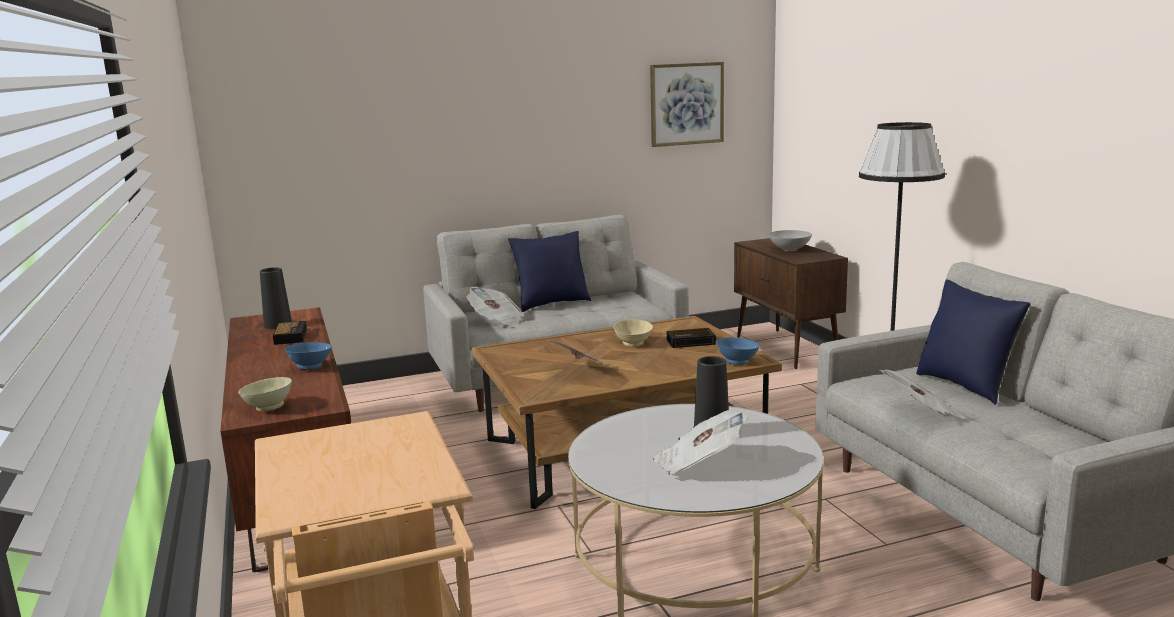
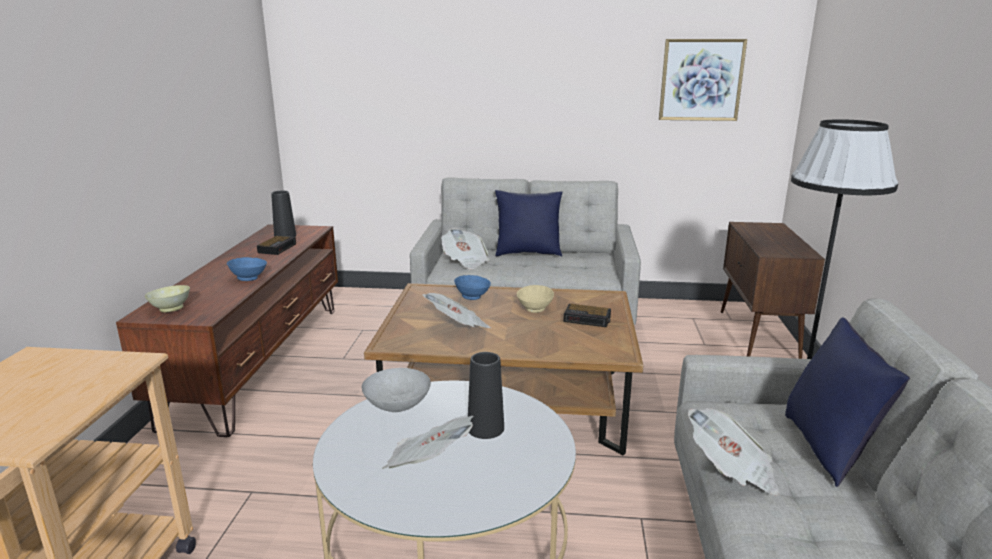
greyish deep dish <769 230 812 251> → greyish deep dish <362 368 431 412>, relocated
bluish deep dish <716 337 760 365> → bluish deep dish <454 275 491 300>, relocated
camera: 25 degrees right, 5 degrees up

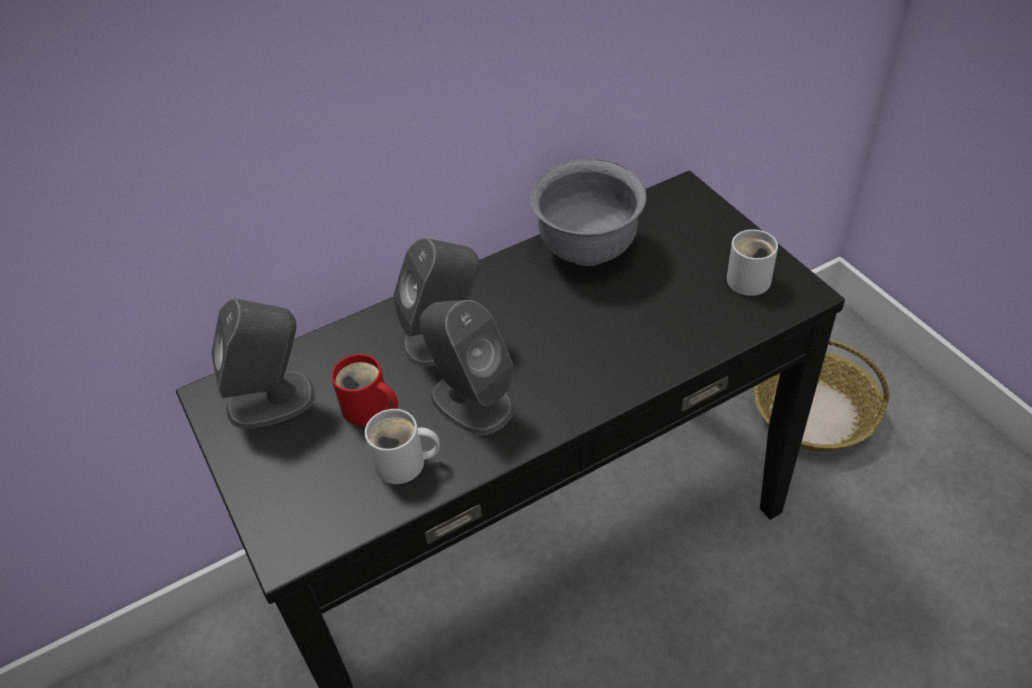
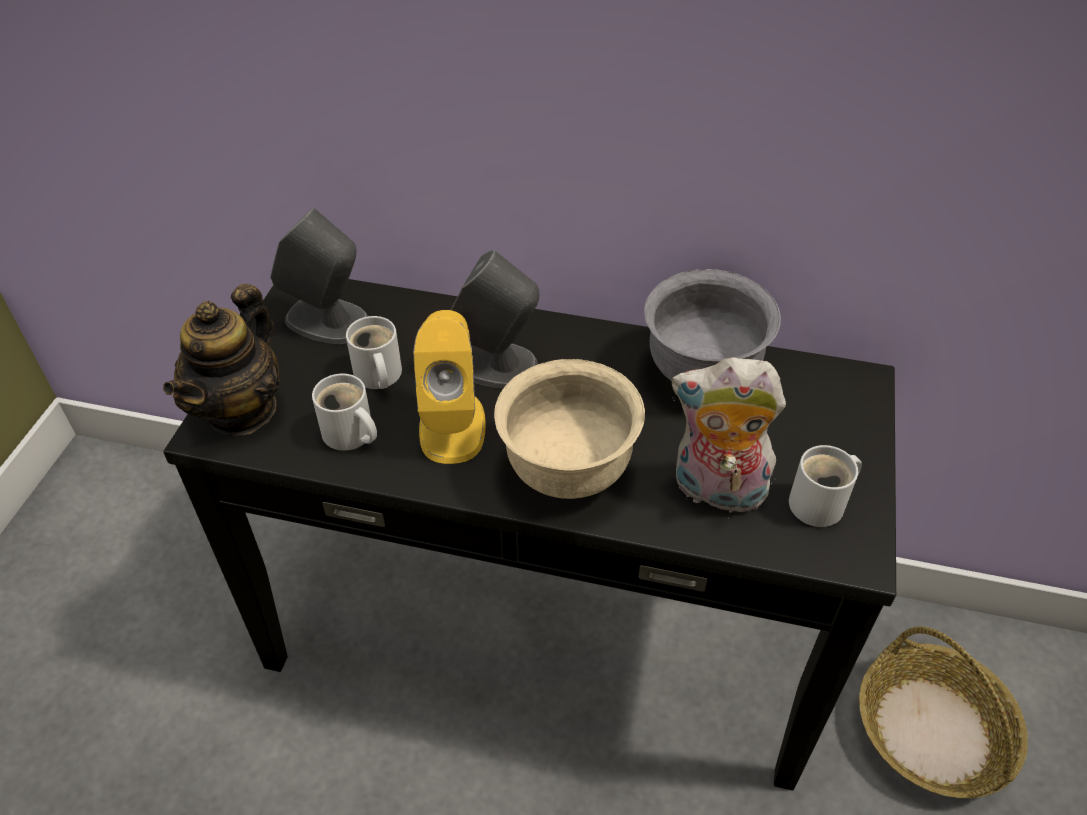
greyish audio speaker <420 300 514 435> → yellowish audio speaker <413 310 486 464>
red tea mug <331 354 398 426> → whitish tea mug <346 316 402 389>
- → pot for tea <163 284 280 436>
- → soft toy <672 357 786 519>
- → beige deep dish <494 359 645 499>
camera: 40 degrees right, 0 degrees up

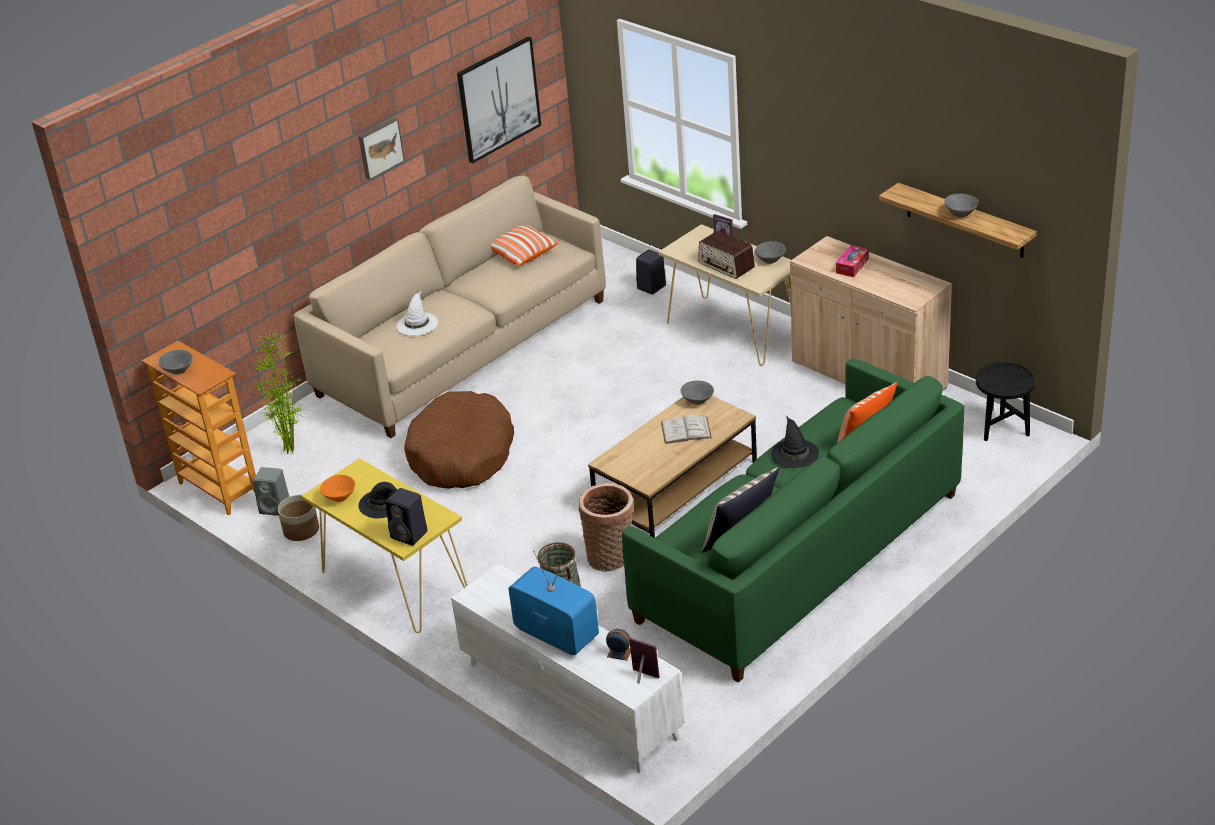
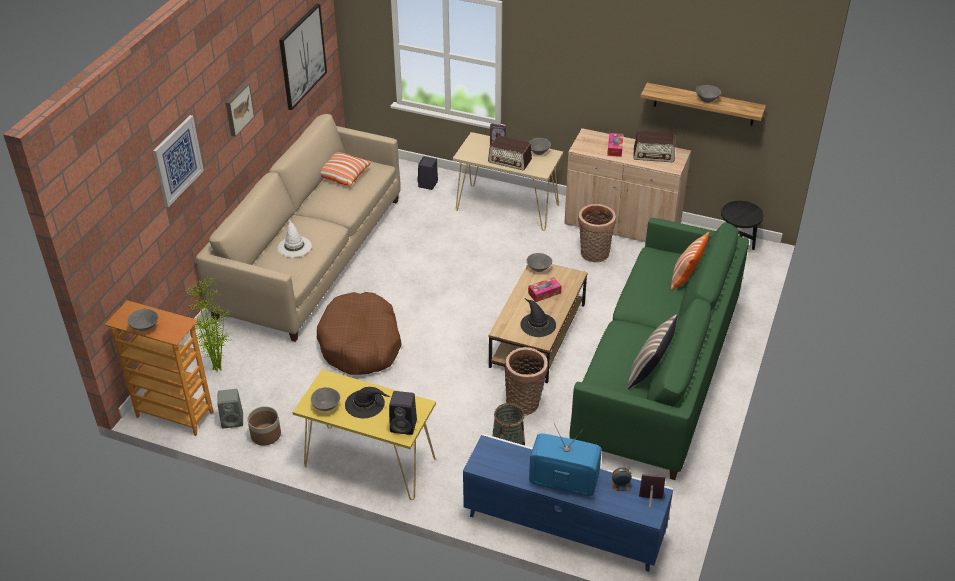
whitish bound book <661 414 712 444> → box of tissues <528 277 561 302>
blackish hat <771 417 819 468> → blackish hat <520 298 556 337>, relocated
orange-coloured deep dish <320 475 355 502> → greyish deep dish <311 387 340 411>
whitish tv unit <451 564 684 773> → bluish tv unit <463 434 673 572>
- → picture <153 115 204 207>
- → radio receiver <633 131 674 162>
- → basket <578 204 616 263>
camera: 25 degrees left, 5 degrees up

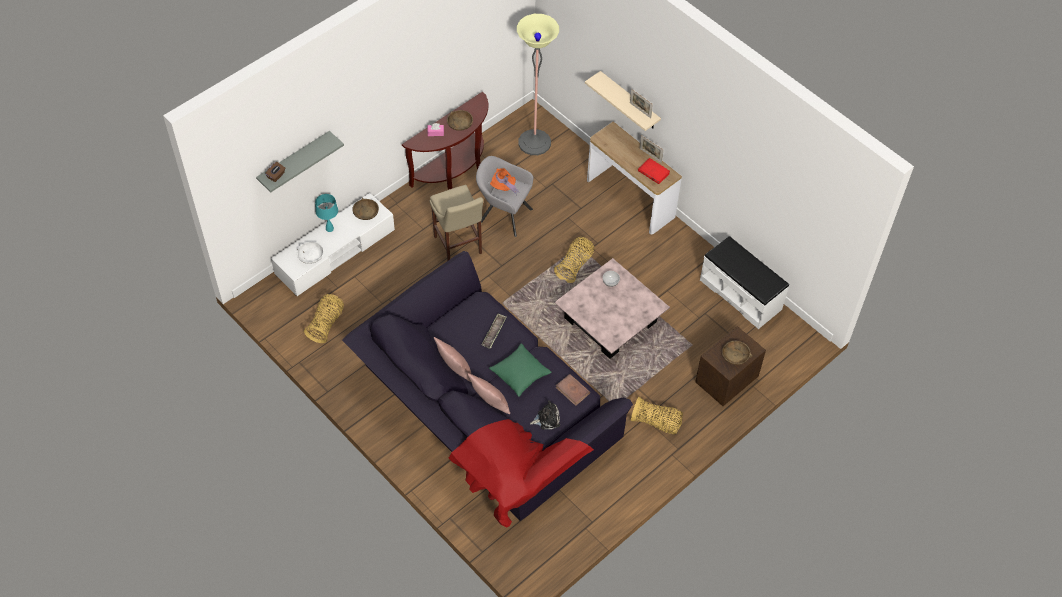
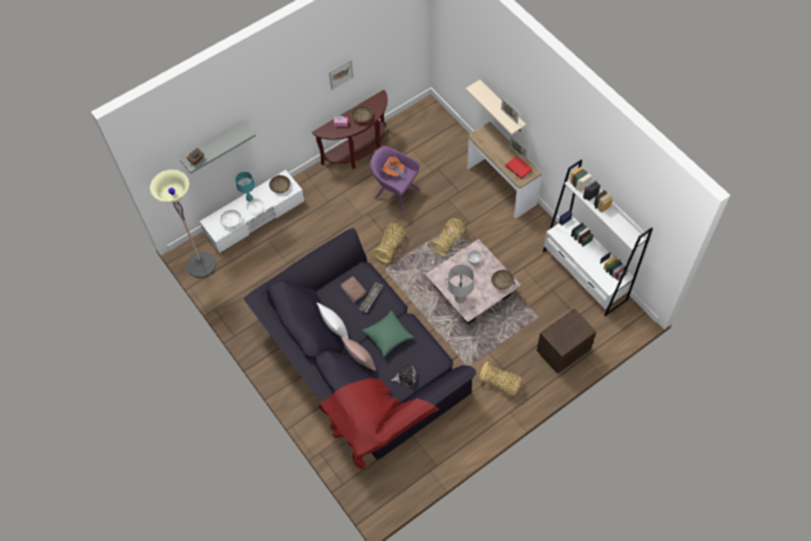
standing lamp <517 14 559 155> → standing lamp <150 170 216 278>, relocated
greyish lounge chair <476 156 533 237> → purple-coloured lounge chair <370 146 420 213>
beige sitting stool <430 185 483 261> → -
whitish long seat <700 236 789 329> → whitish shelving unit <543 160 653 316>
basket <304 294 344 343> → basket <373 223 405 262>, relocated
pink throw pillow <434 337 471 382> → whitish throw pillow <317 303 349 339>
brown deep dish <722 341 753 365> → brown deep dish <491 270 515 290>, relocated
brown bound book <556 374 590 406> → brown bound book <340 276 367 302>, relocated
- → picture <329 59 353 90>
- → greyish lamp for a table <448 264 474 303>
camera: 10 degrees right, 5 degrees up

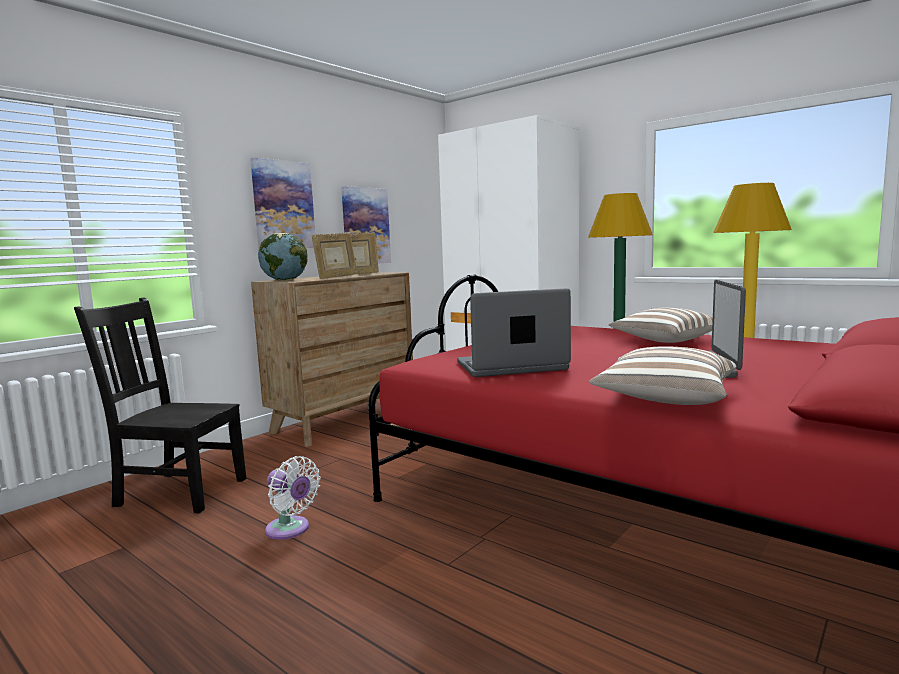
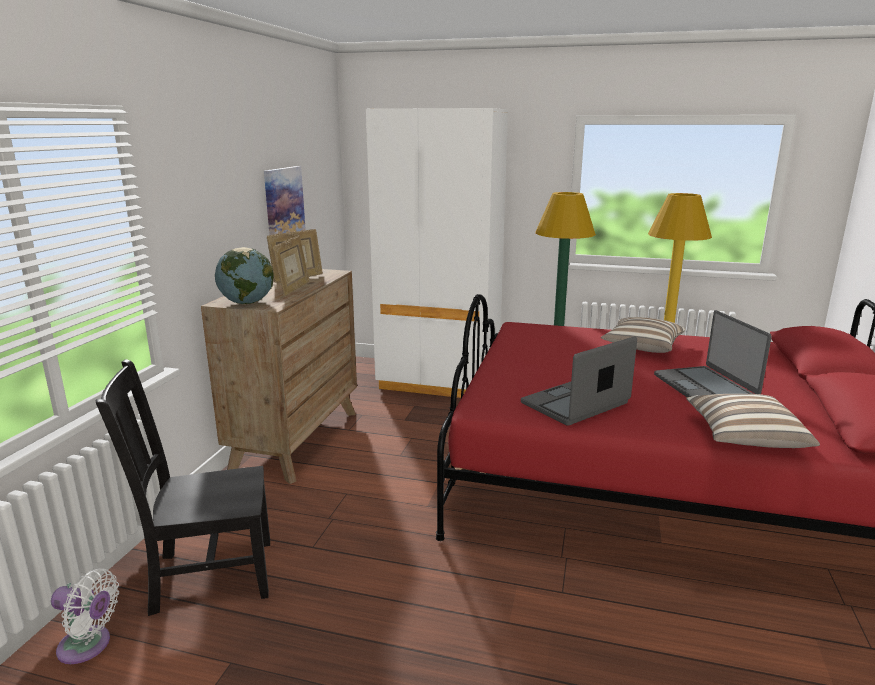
picture <250 157 315 249> → -
whitish electric fan <265 456 321 540> → whitish electric fan <51 568 119 664>, relocated
camera: 25 degrees left, 10 degrees up

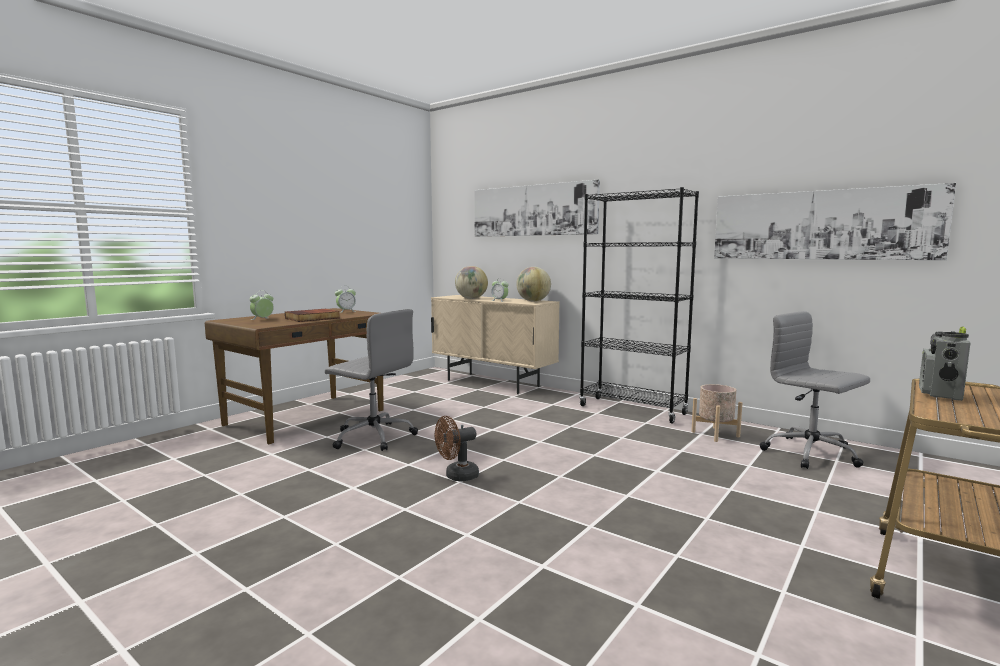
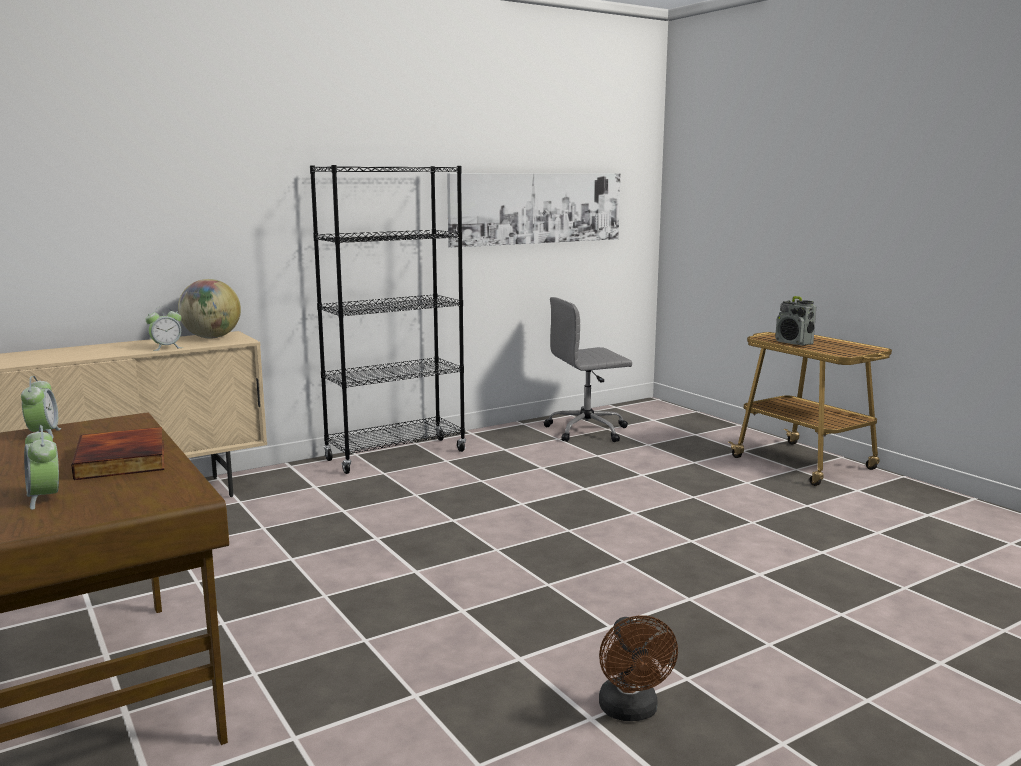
picture <474 180 600 237> → -
desk globe <455 266 488 299> → -
greyish office chair <325 309 418 451> → -
beige planter <691 384 742 442> → -
brown electric fan <435 416 479 481> → brown electric fan <599 615 678 721>, relocated
camera: 70 degrees left, 5 degrees up

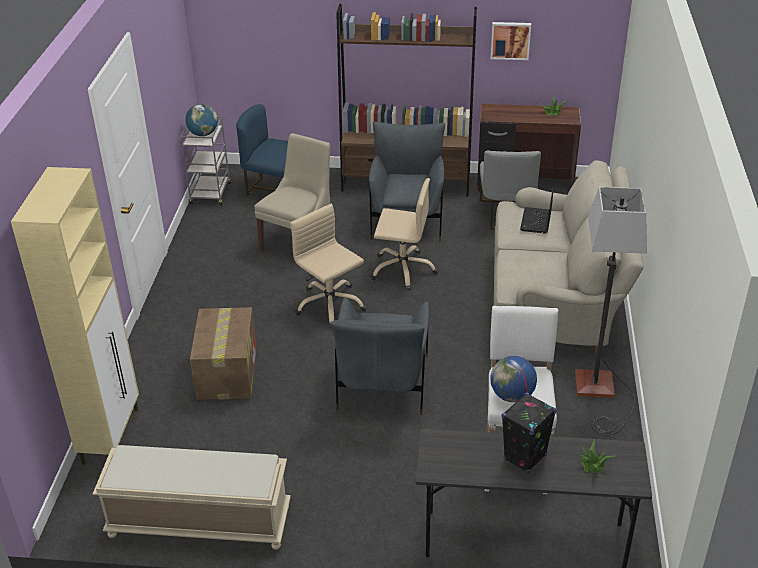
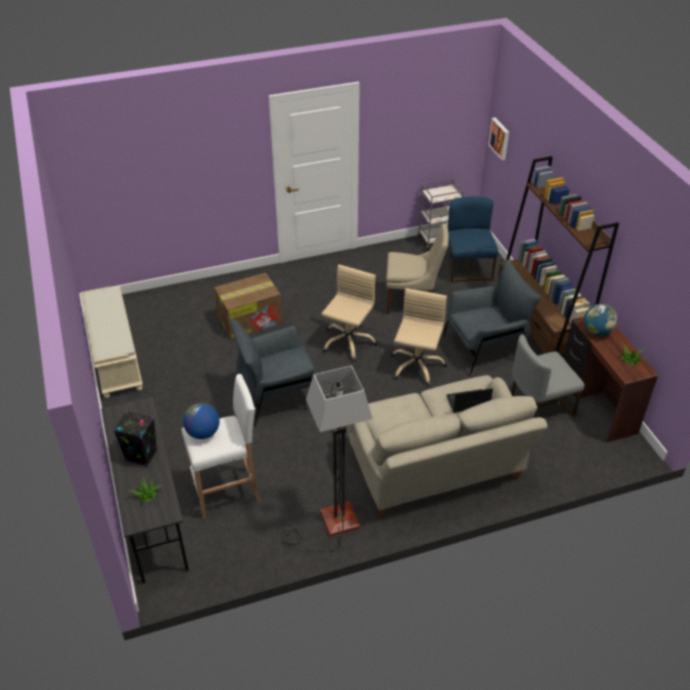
picture <491 22 531 60> → picture <488 118 509 160>, relocated
desk globe <185 104 218 136> → desk globe <584 304 617 336>, relocated
beige storage cabinet <11 167 139 465> → -
beige office chair <370 178 438 291> → beige office chair <390 288 447 386>, 150 degrees counterclockwise
camera: 65 degrees right, 5 degrees up

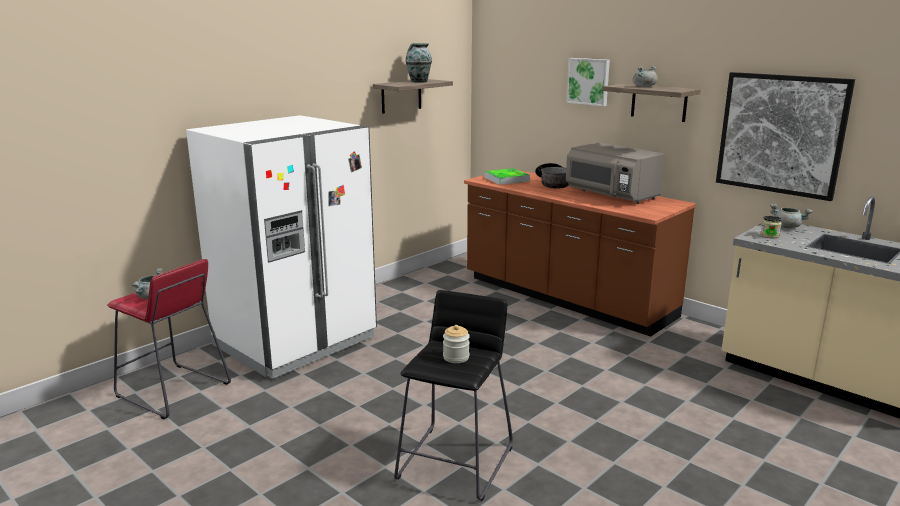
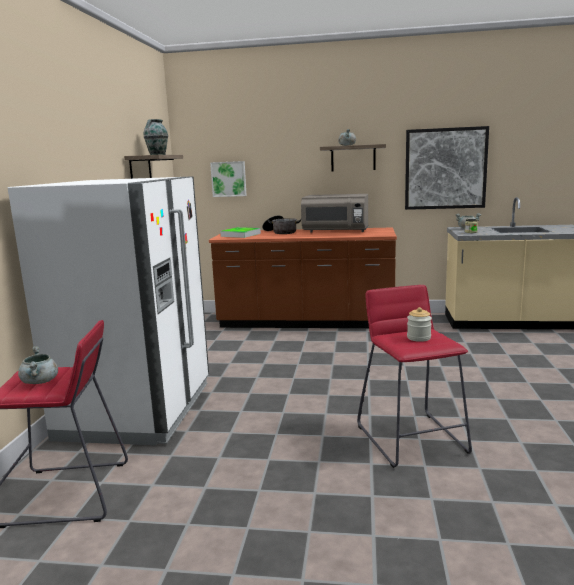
picture <566 58 610 106> → picture <210 161 247 197>, relocated
blackish sitting stool <394 290 513 501> → red sitting stool <357 285 472 468>
camera: 35 degrees left, 5 degrees down

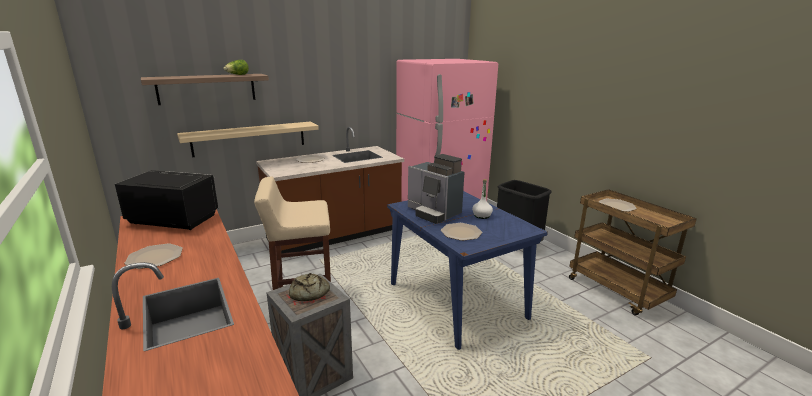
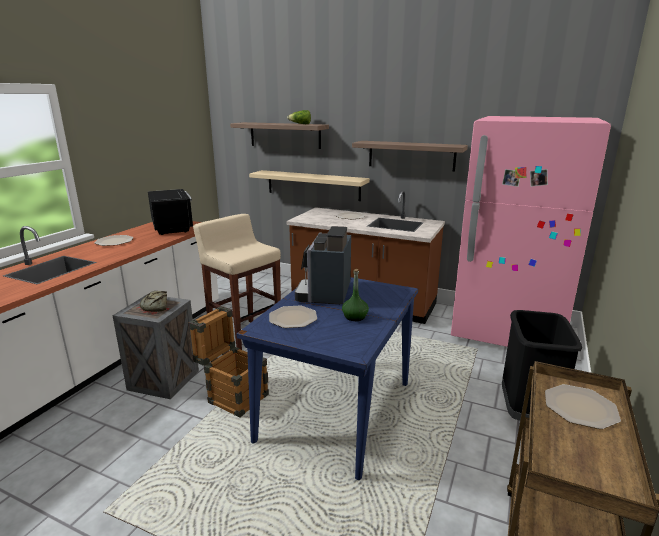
whitish beverage bottle <472 179 493 219> → green-coloured beverage bottle <342 269 369 321>
- → shelf <352 141 468 172>
- → packing crate <188 306 269 418>
camera: 55 degrees right, 0 degrees up

